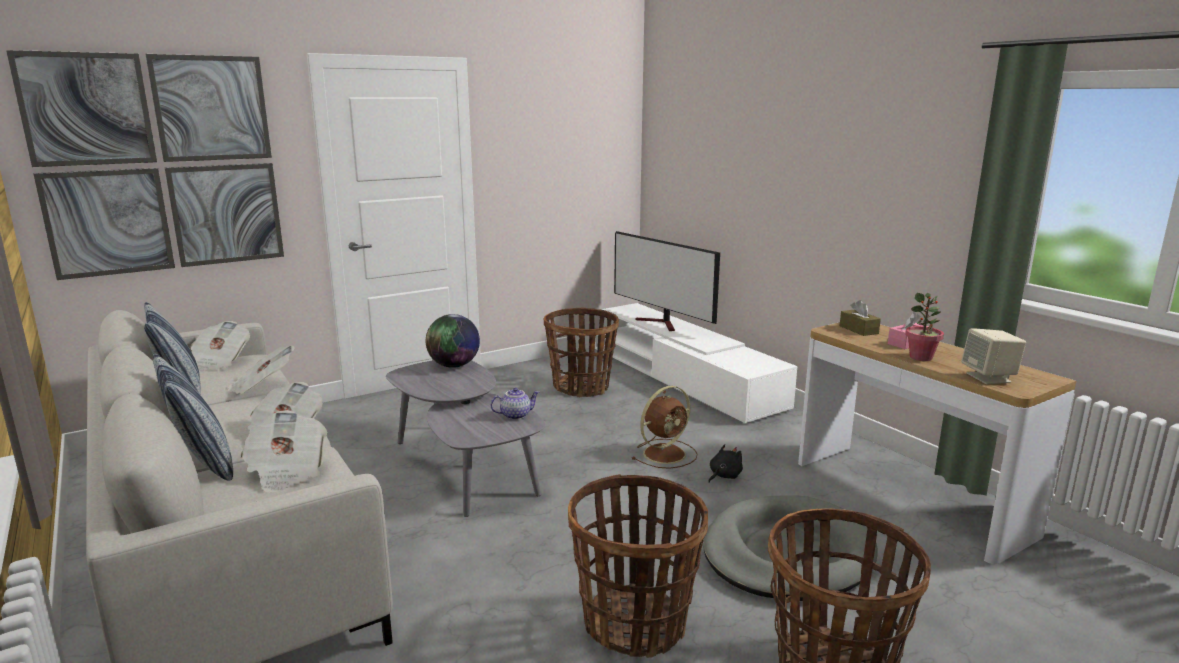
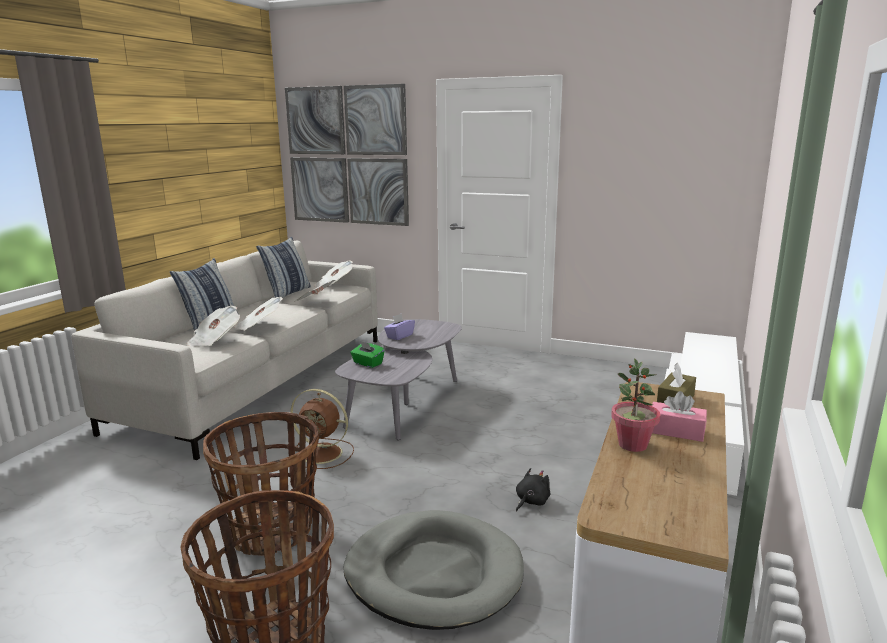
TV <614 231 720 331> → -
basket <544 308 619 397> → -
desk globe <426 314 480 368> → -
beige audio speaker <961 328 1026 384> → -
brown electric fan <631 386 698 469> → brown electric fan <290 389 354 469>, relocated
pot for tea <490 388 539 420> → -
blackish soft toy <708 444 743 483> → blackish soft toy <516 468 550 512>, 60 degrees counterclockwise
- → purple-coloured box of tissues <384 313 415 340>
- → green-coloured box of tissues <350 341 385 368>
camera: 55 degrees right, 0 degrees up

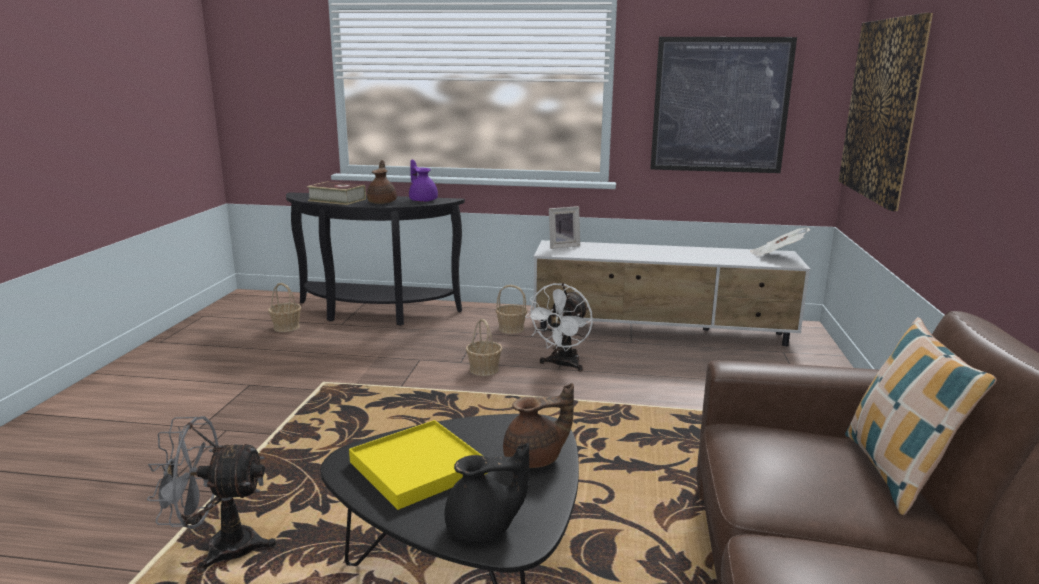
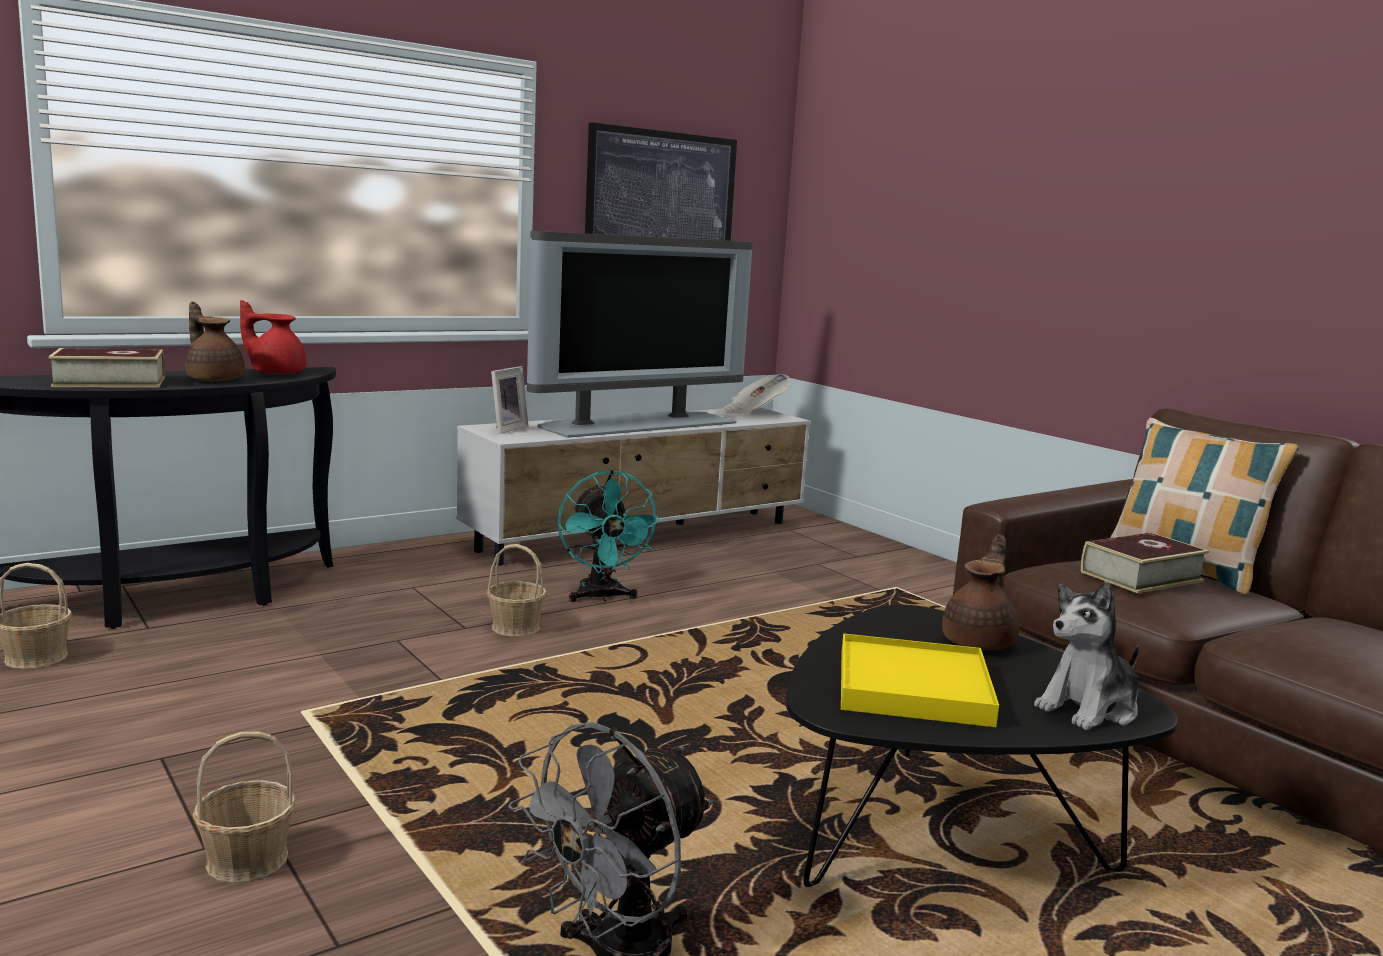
picture <839 13 933 211> → -
purple-coloured pot for tea <409 159 438 202> → red pot for tea <240 300 307 375>
whitish electric fan <525 283 593 372> → blue-green electric fan <558 470 662 602>
basket <496 285 527 334> → basket <192 731 296 883>, relocated
blackish pot for tea <445 443 529 542> → soft toy <1034 581 1139 730>
- → TV <527 231 753 438>
- → bound book <1081 533 1210 593>
camera: 45 degrees left, 5 degrees down

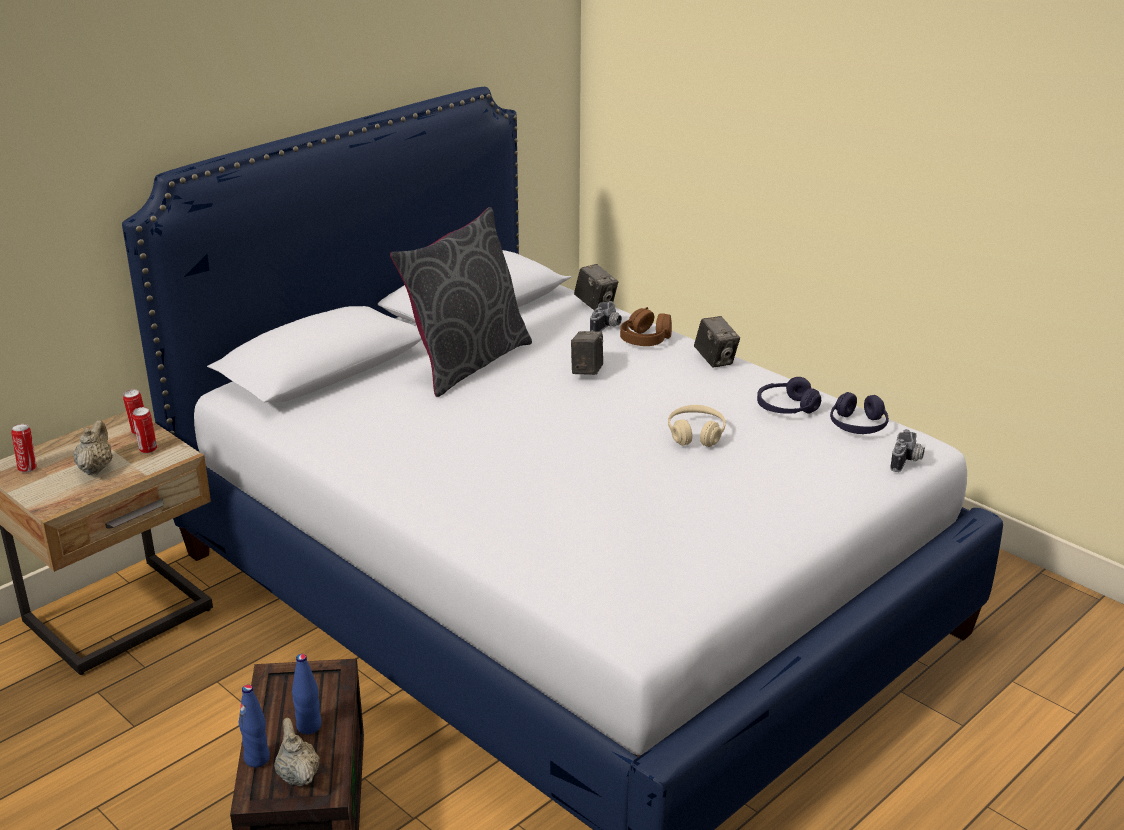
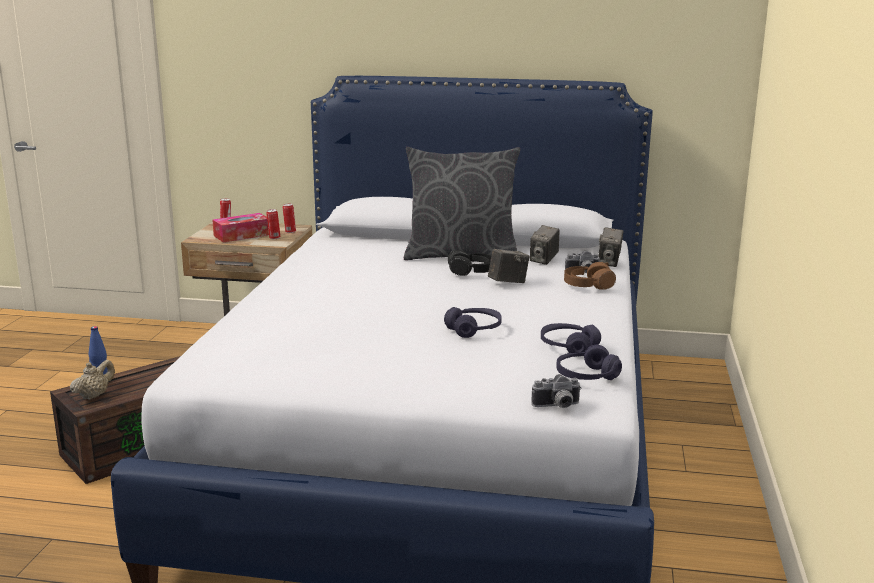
still camera <694 316 740 368> → still camera <530 225 559 265>, relocated
beige pair of headphones <668 405 726 447> → purple-coloured pair of headphones <444 307 502 338>
beige pot for tea <73 420 113 475> → box of tissues <212 213 269 242>
bluish beverage bottle <292 654 322 734> → -
- → blackish pair of headphones <448 250 491 276>
camera: 55 degrees right, 10 degrees down

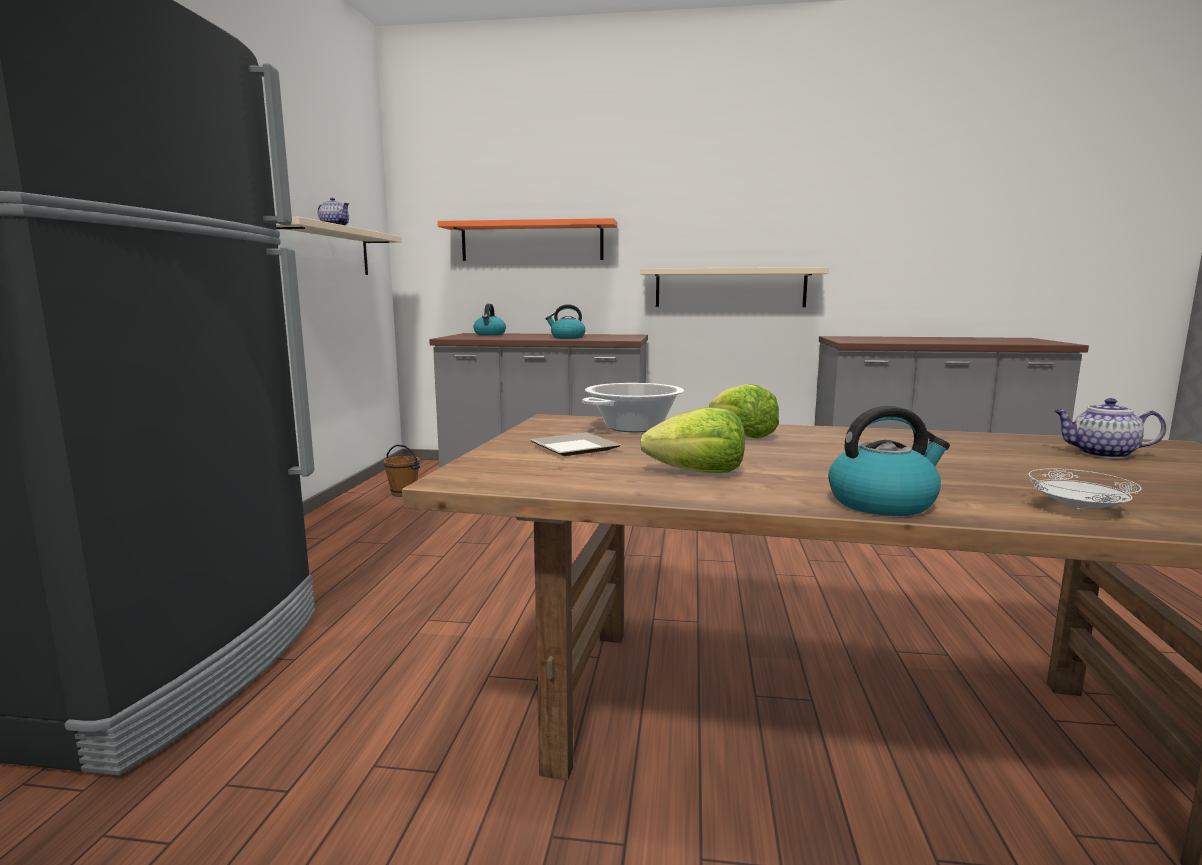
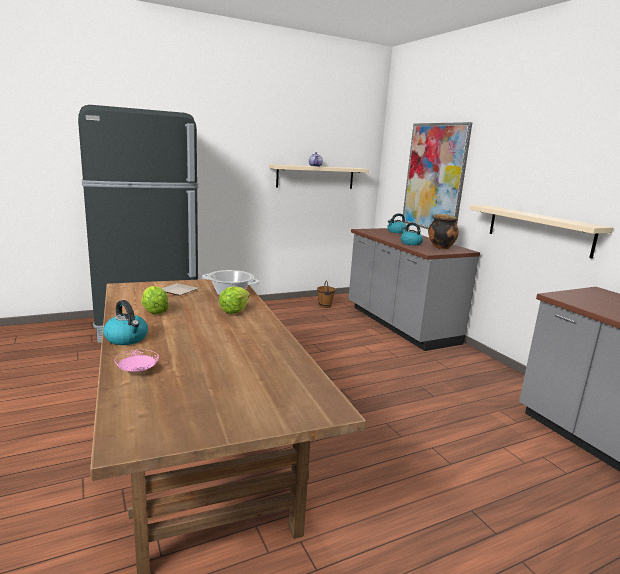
orange-coloured shelf <438 218 617 261> → picture <403 122 473 229>
pot for tea <1054 398 1166 459> → -
whitish plate <1029 468 1142 510> → pink plate <115 350 159 372>
- → cooking pot <428 214 459 249>
camera: 55 degrees right, 5 degrees up

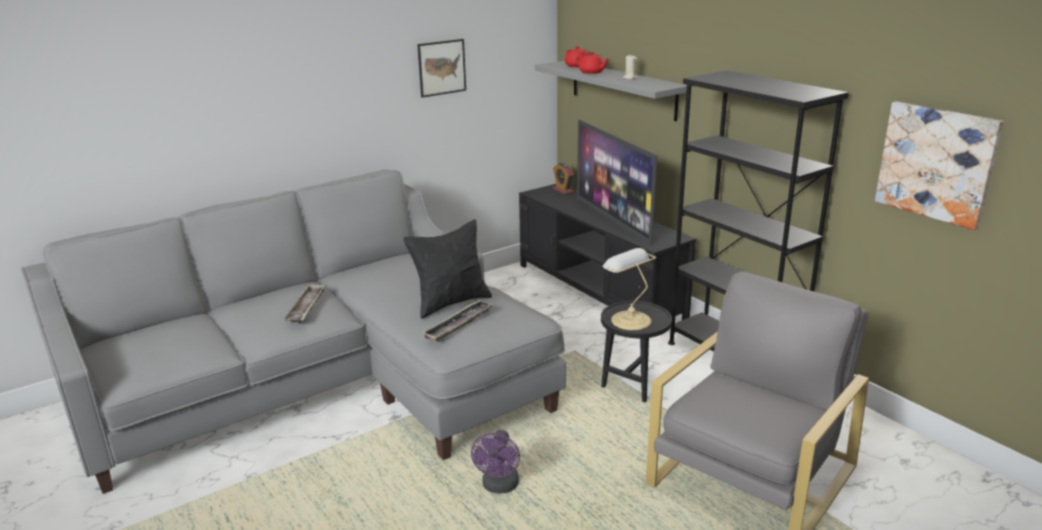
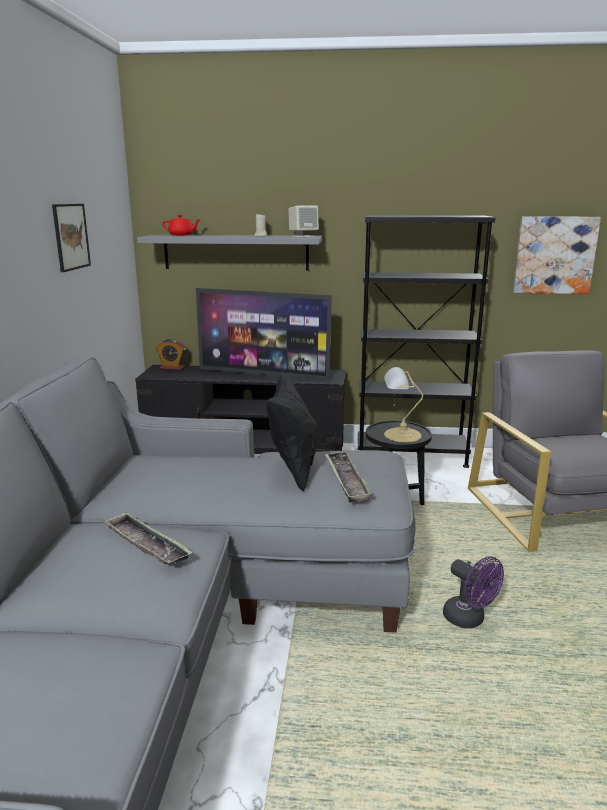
red pot for tea <576 52 610 74> → -
- → beige audio speaker <288 205 319 237>
camera: 50 degrees left, 5 degrees down

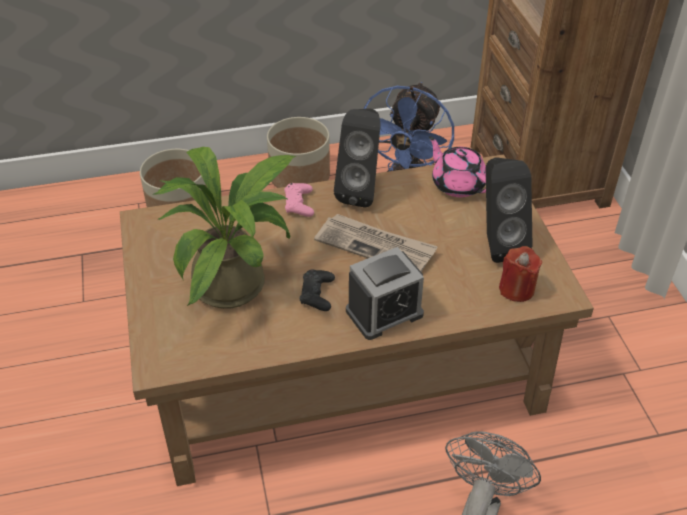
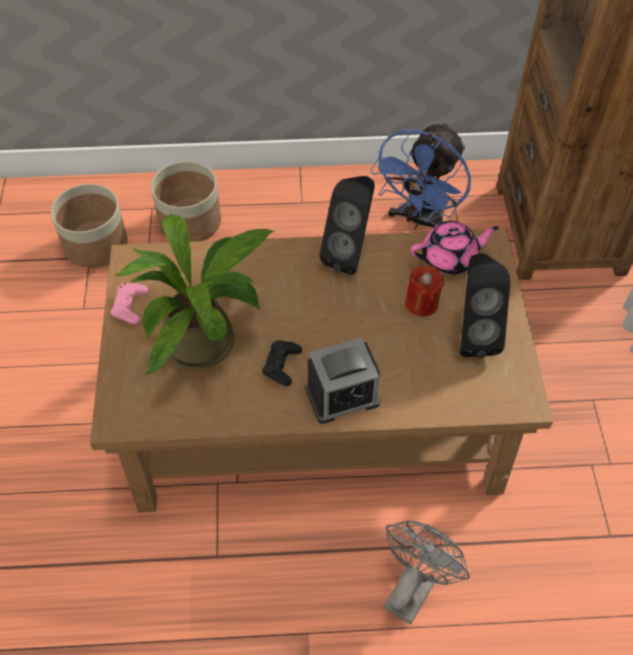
planter <267 117 330 188> → planter <51 184 128 268>, relocated
pink pot for tea <429 136 486 197> → pink pot for tea <411 221 499 275>, 105 degrees clockwise
pink gamepad <284 183 314 217> → pink gamepad <111 283 148 324>, relocated
printed paper <314 214 438 272> → -
red candle <499 246 542 302> → red candle <405 265 444 316>, relocated
camera: 10 degrees right, 10 degrees up

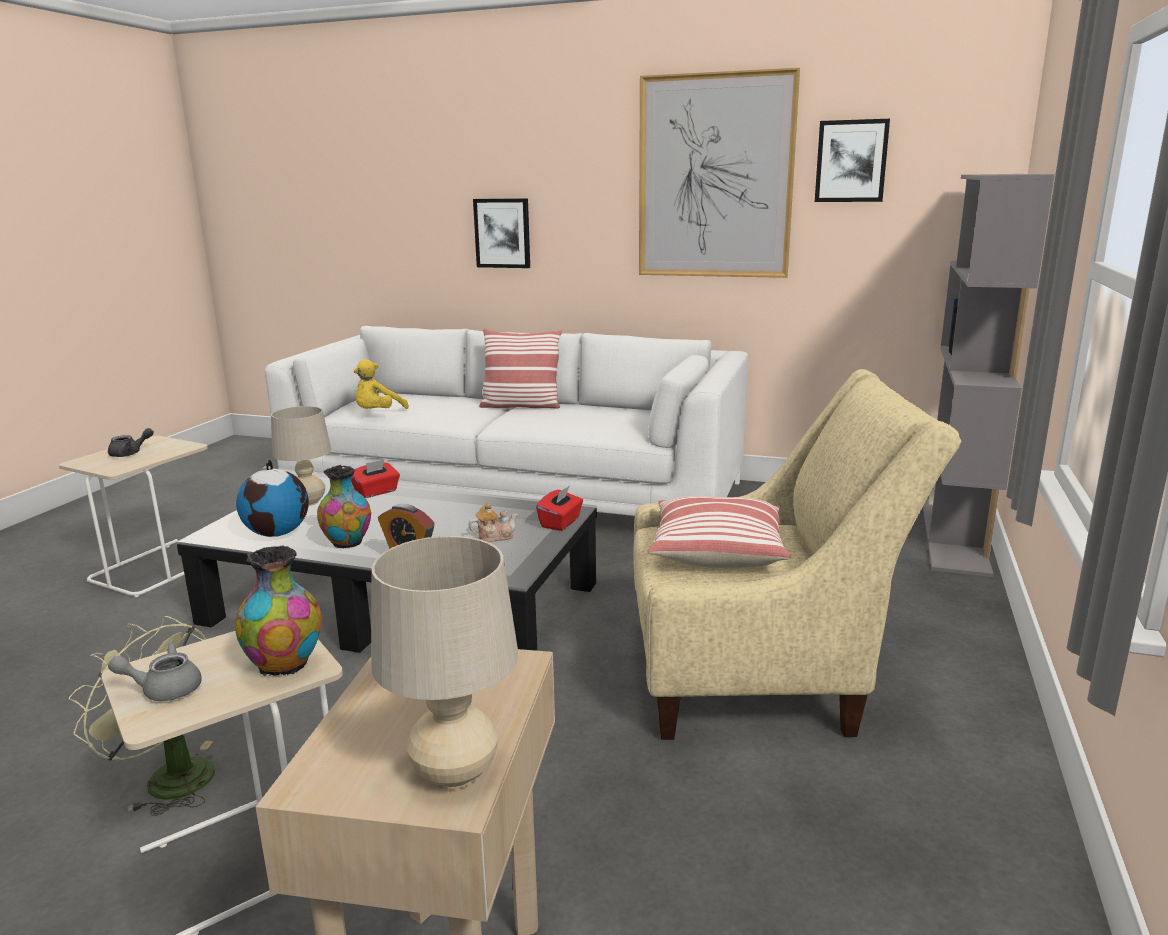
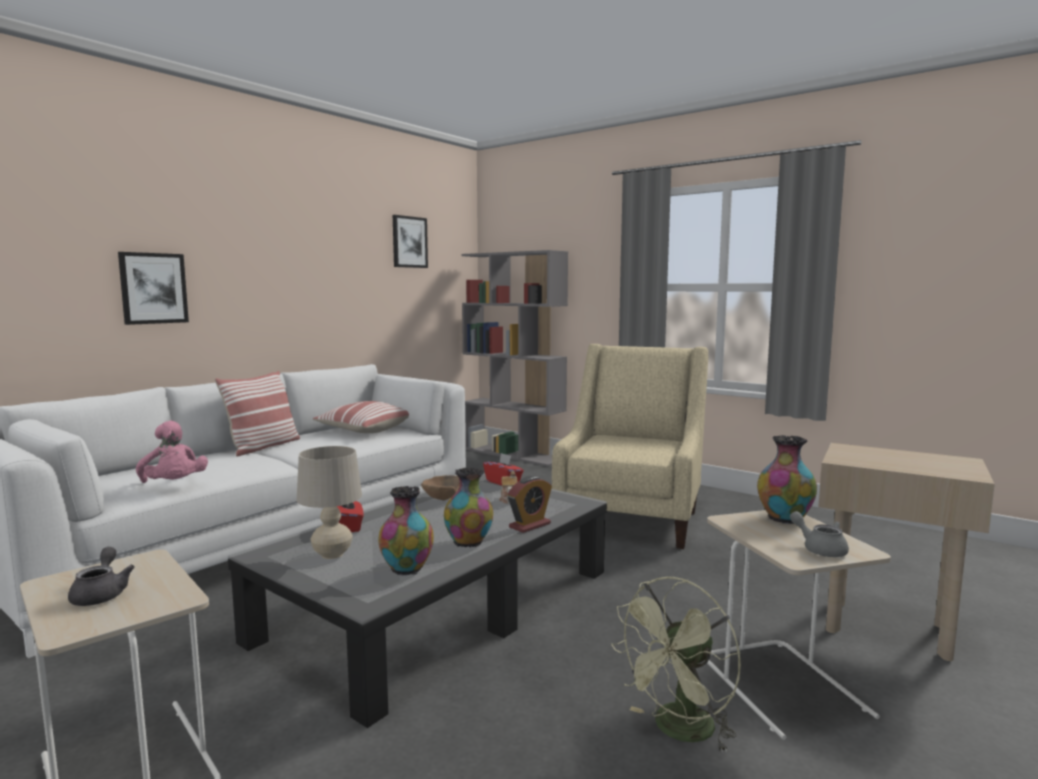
picture <639 67 800 278> → -
yellowish soft toy <354 359 409 409> → pink soft toy <136 421 208 483>
desk globe <236 460 309 537> → decorative vase <378 486 434 576>
throw pillow <647 496 791 568> → throw pillow <313 401 409 433>, relocated
beige lamp for a table <371 536 518 789> → -
greyish pot for tea <108 643 202 701> → greyish pot for tea <790 511 849 557>, 135 degrees clockwise
- → brown deep dish <421 475 460 500>
camera: 70 degrees left, 10 degrees down

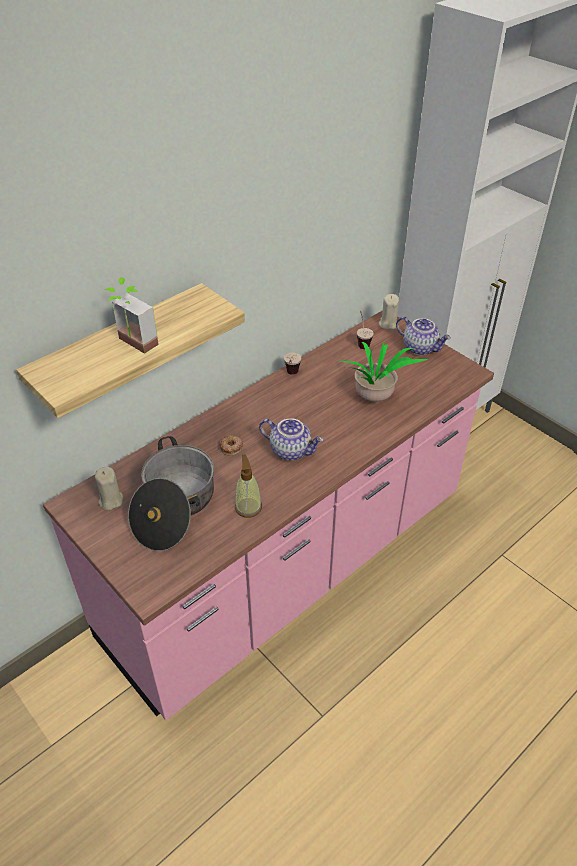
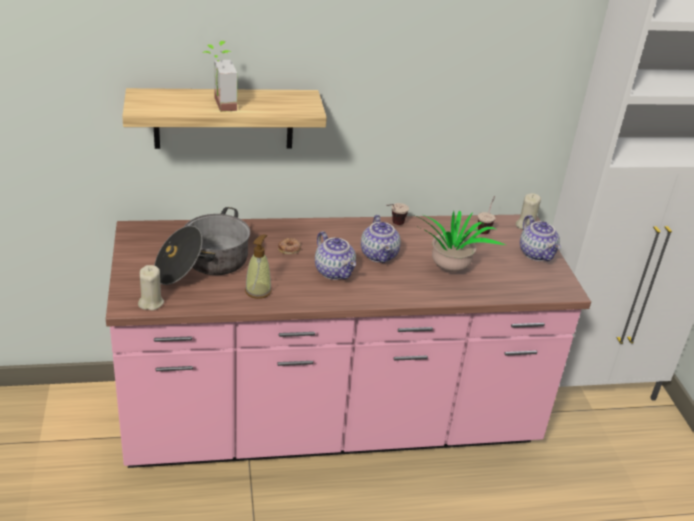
beige candle <95 467 123 510> → beige candle <138 265 164 310>, relocated
- → pot for tea <361 215 401 263>
camera: 30 degrees right, 10 degrees down

